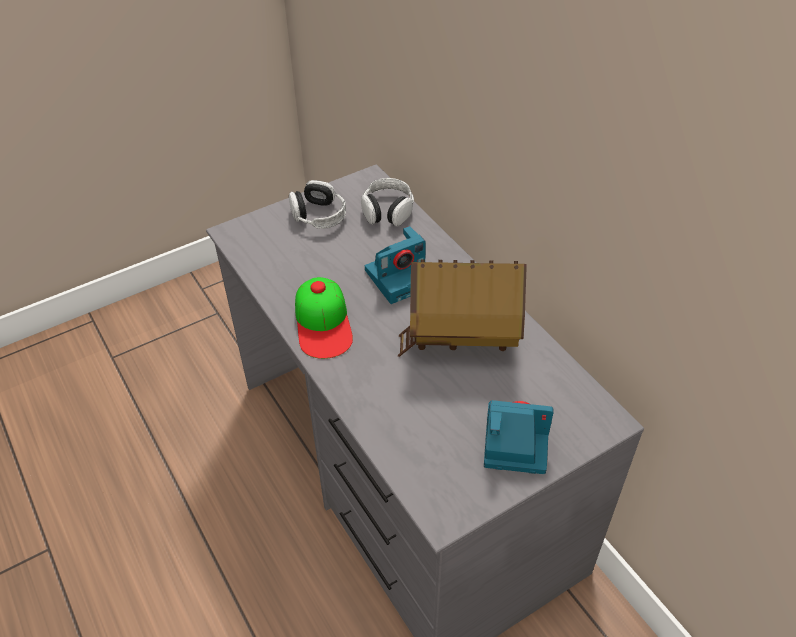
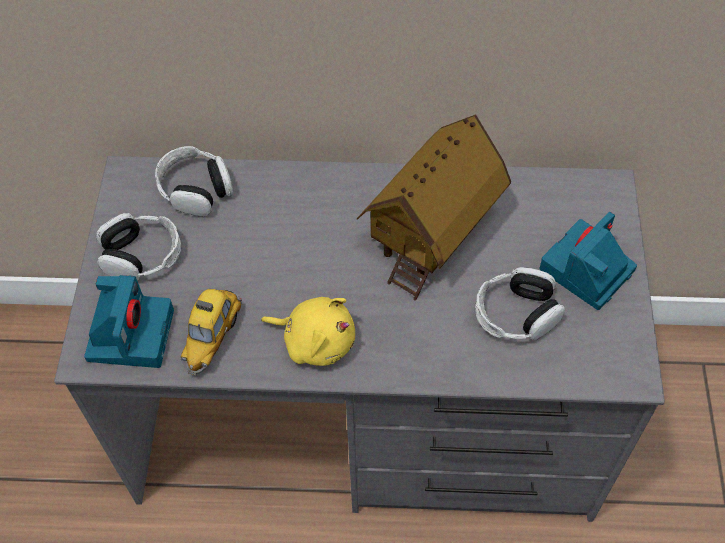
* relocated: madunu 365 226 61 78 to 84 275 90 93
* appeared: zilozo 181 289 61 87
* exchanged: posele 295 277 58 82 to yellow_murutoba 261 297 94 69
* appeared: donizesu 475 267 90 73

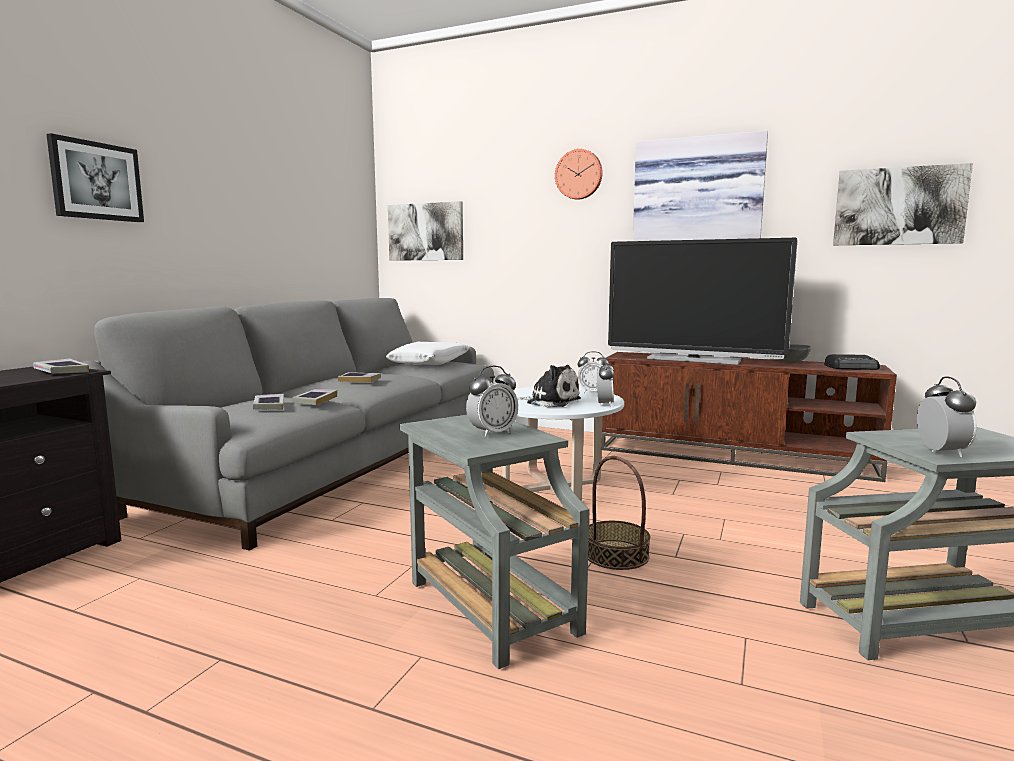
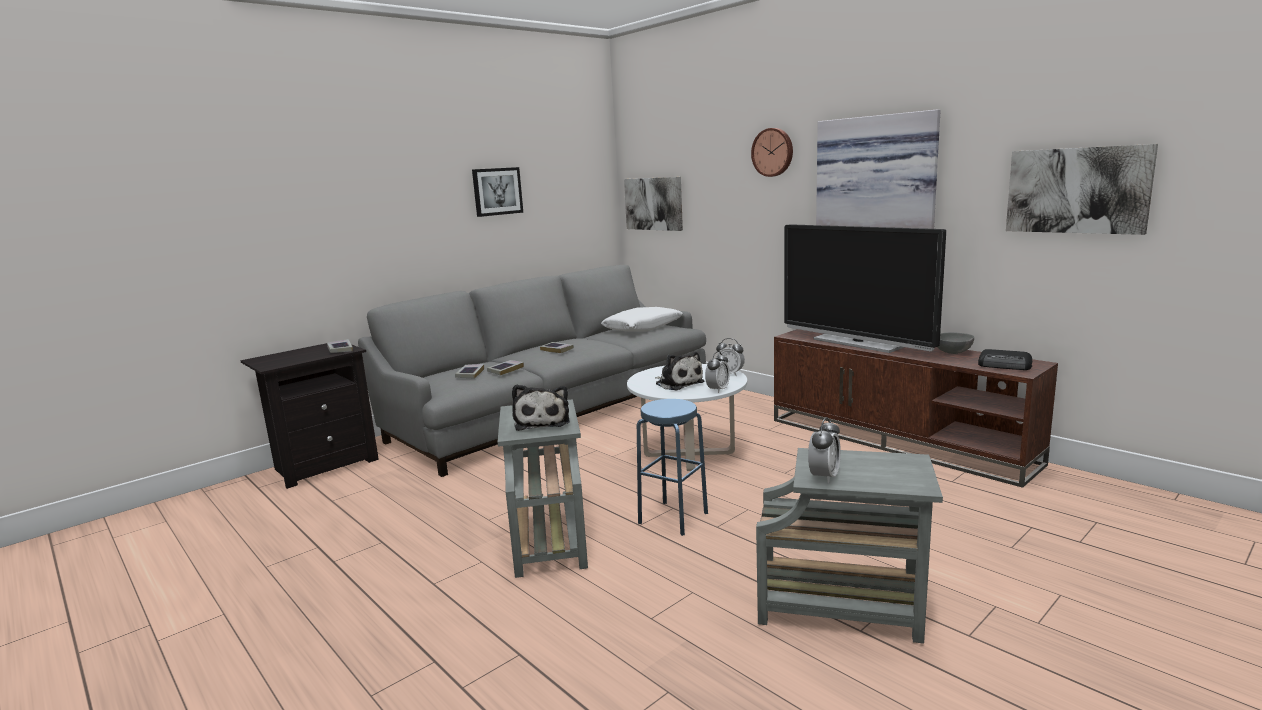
* relocated: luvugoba 46 133 98 89 to 472 167 51 50
* exchanged: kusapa 466 366 52 71 to murutoba 512 384 58 47
* exchanged: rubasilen 588 456 62 114 to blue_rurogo 637 399 71 137

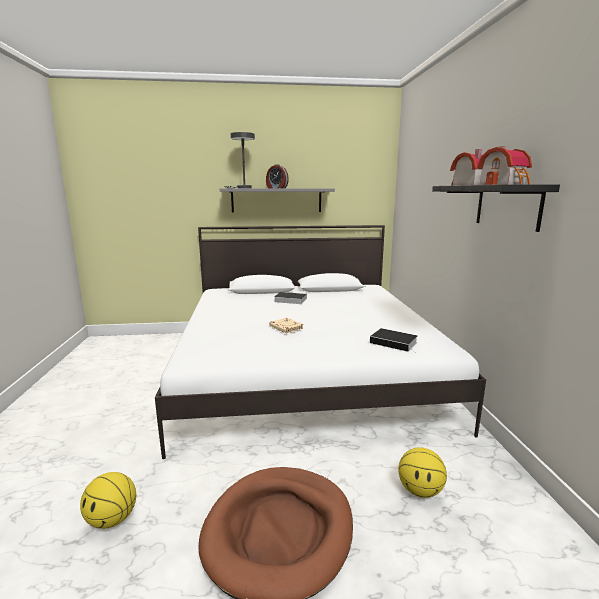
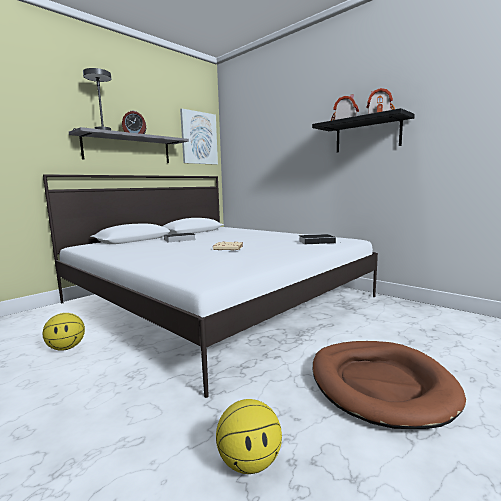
* relocated: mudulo 398 447 49 51 to 42 313 43 38
* appeared: luvugoba 180 109 38 56

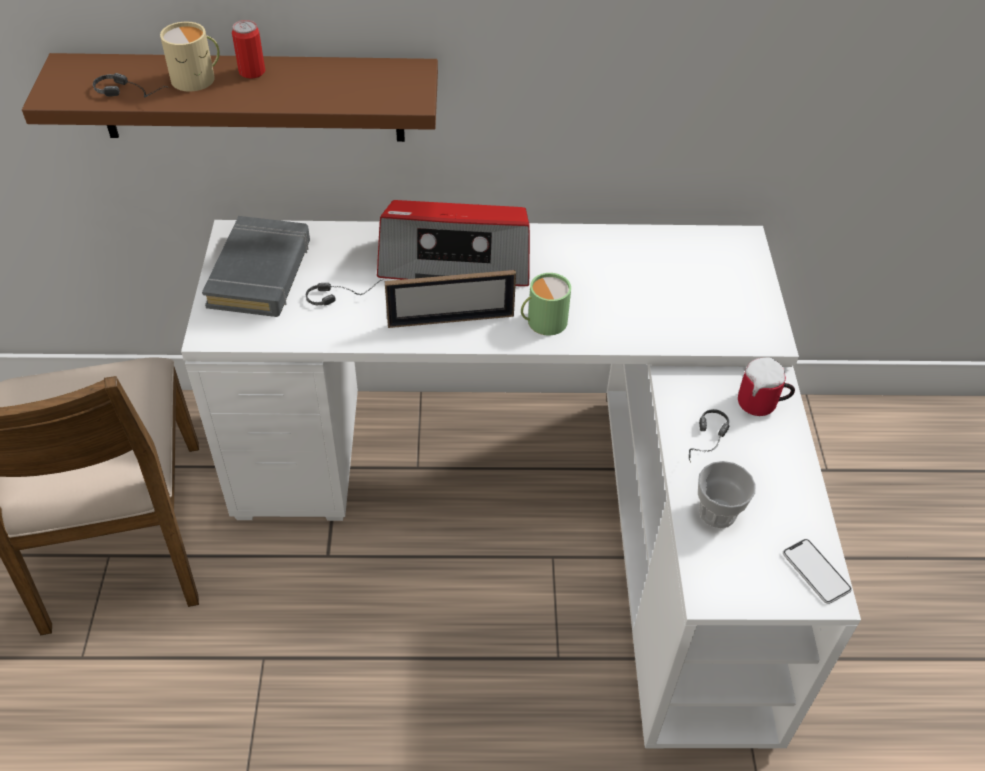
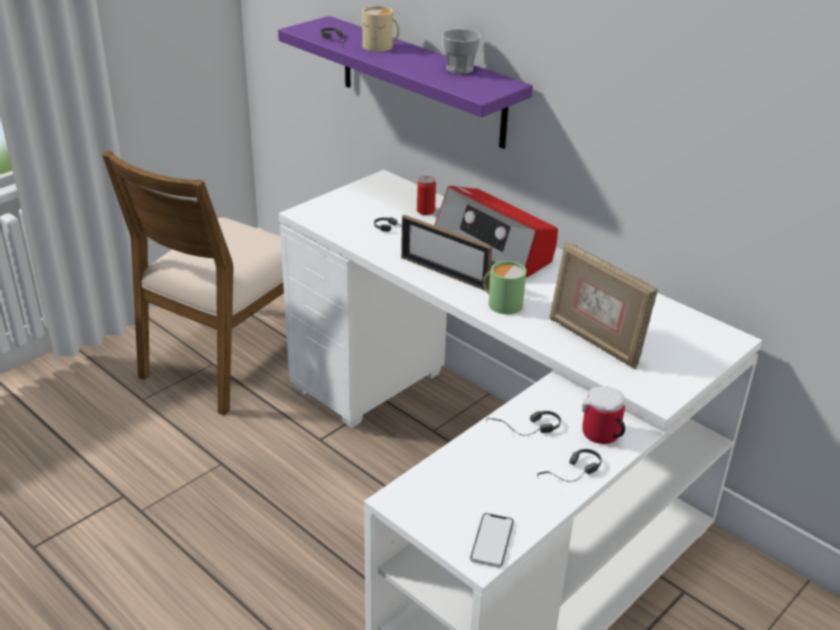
* colour: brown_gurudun 22 53 416 89 to purple_gurudun 278 16 255 133
* relocated: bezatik 232 20 33 59 to 417 176 19 39
* relocated: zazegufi 698 461 58 67 to 442 29 39 45
* appeared: donizesu 537 449 64 33
* appeared: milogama 550 242 108 127
* missing: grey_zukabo 202 216 108 101

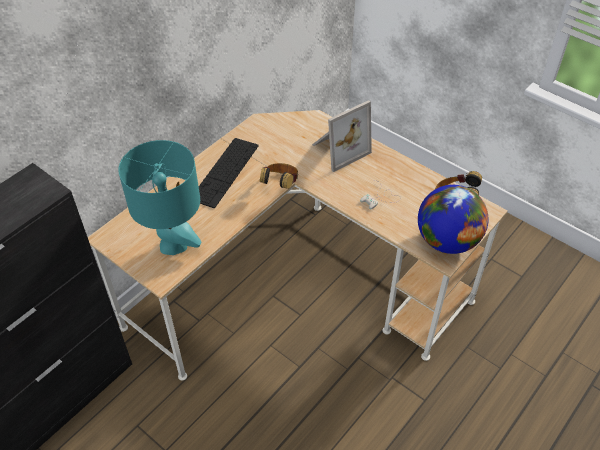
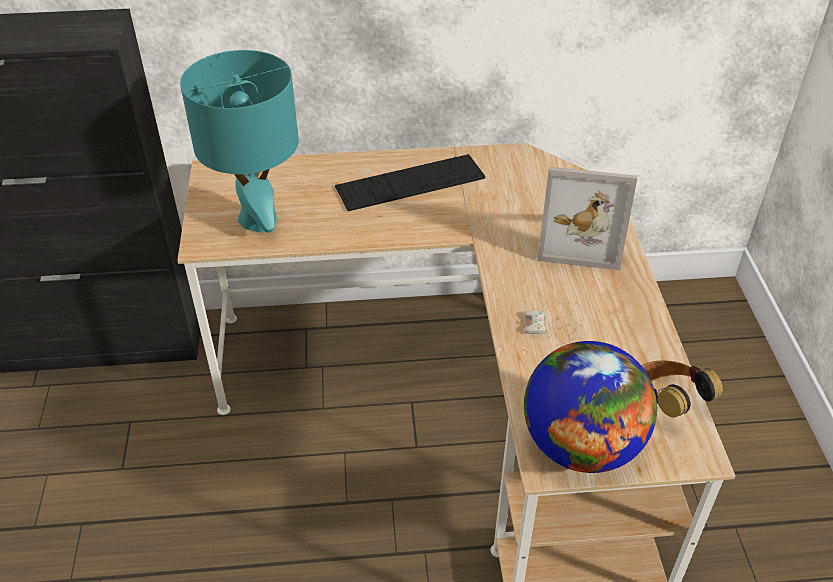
* missing: donizesu 260 163 38 26

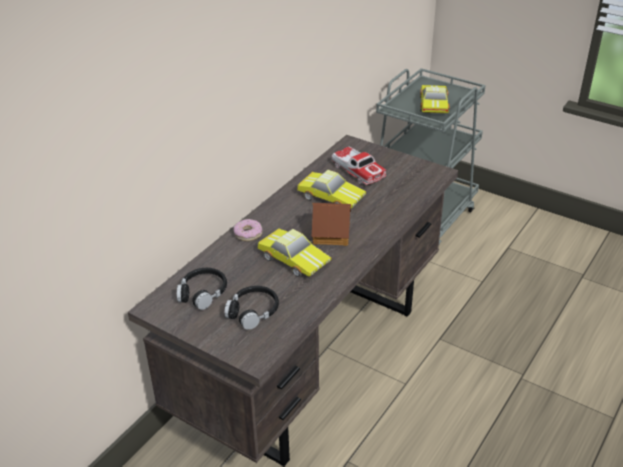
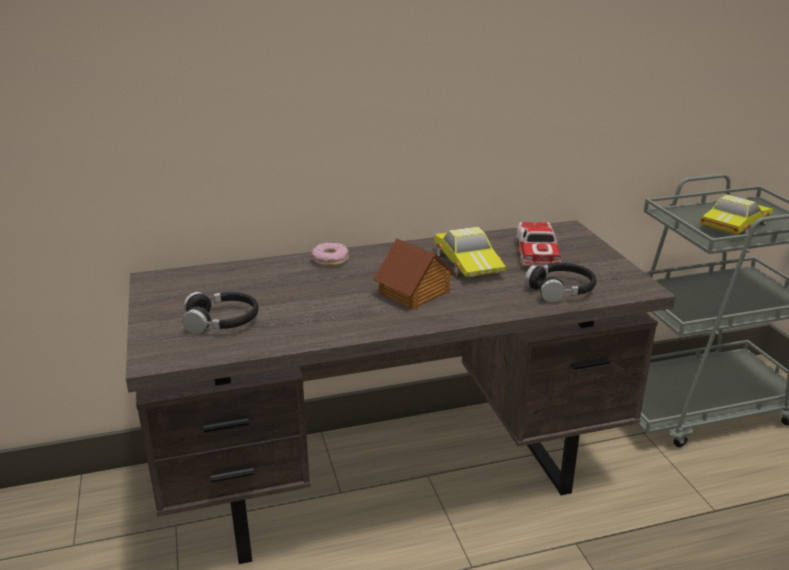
* relocated: black_donizesu 177 268 50 42 to 525 263 71 39
* missing: zilozo 258 229 74 48

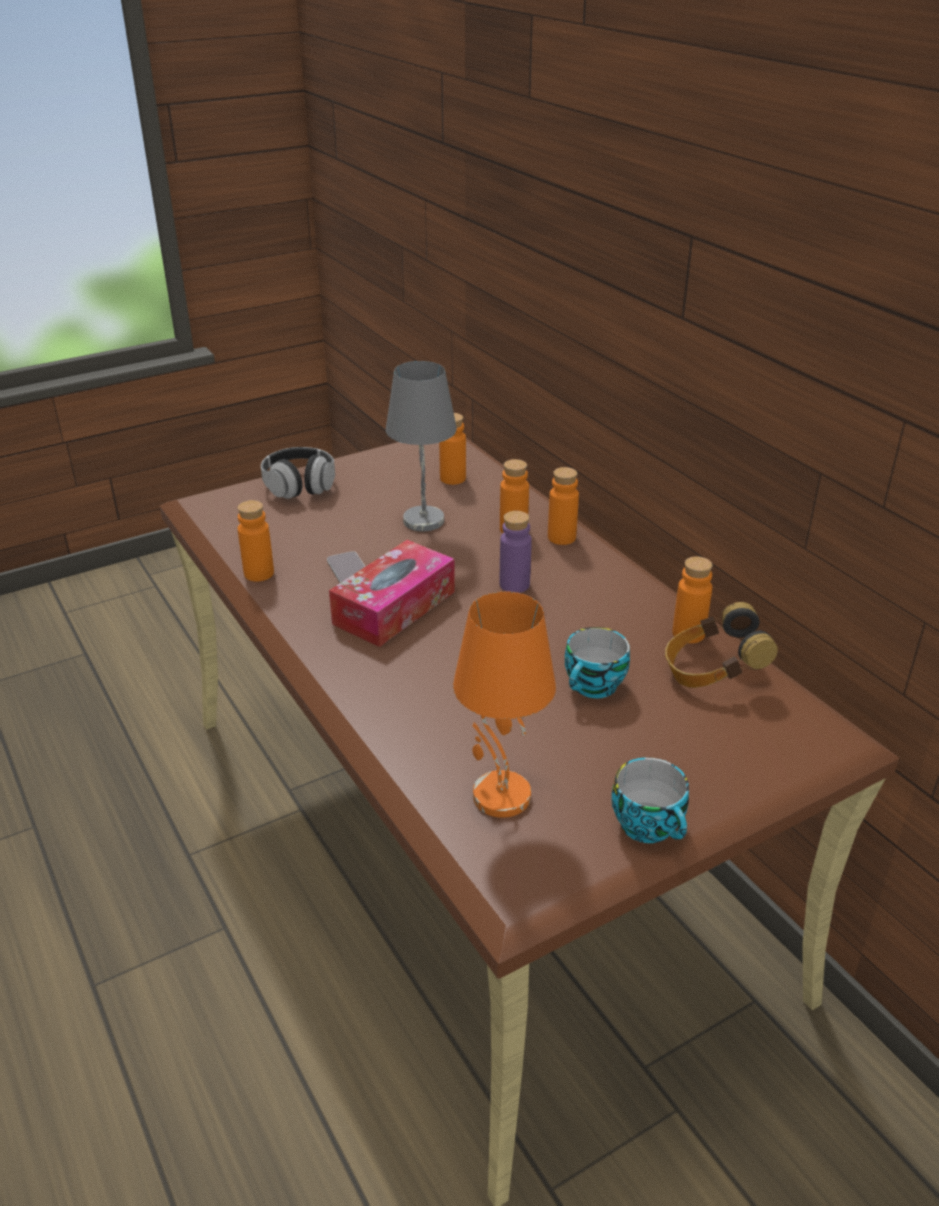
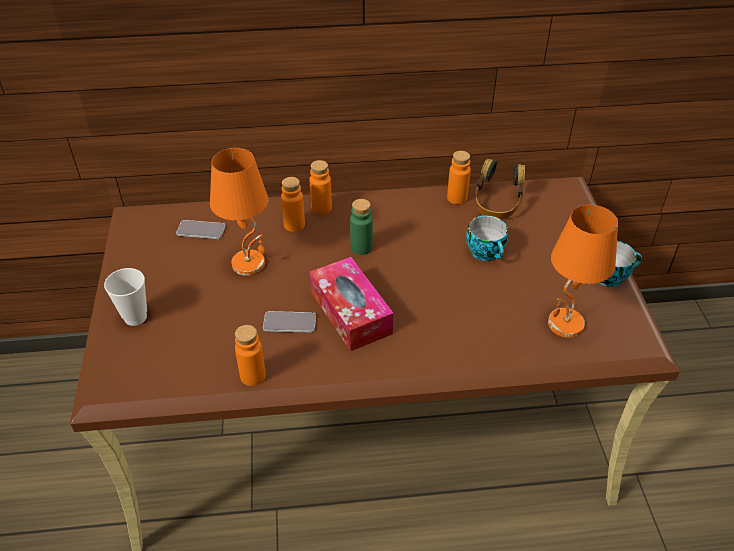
* exchanged: donizesu 261 447 74 52 to zazegufi 104 268 43 58
* exchanged: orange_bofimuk 439 413 27 72 to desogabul 176 220 49 19
* colour: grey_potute 386 361 71 170 to orange_potute 210 148 58 128
* colour: purple_bofimuk 499 511 33 82 to green_bofimuk 350 199 23 56

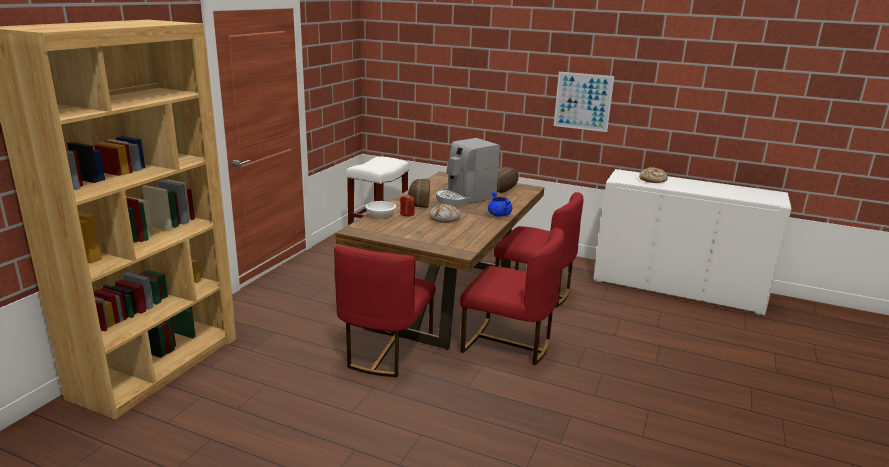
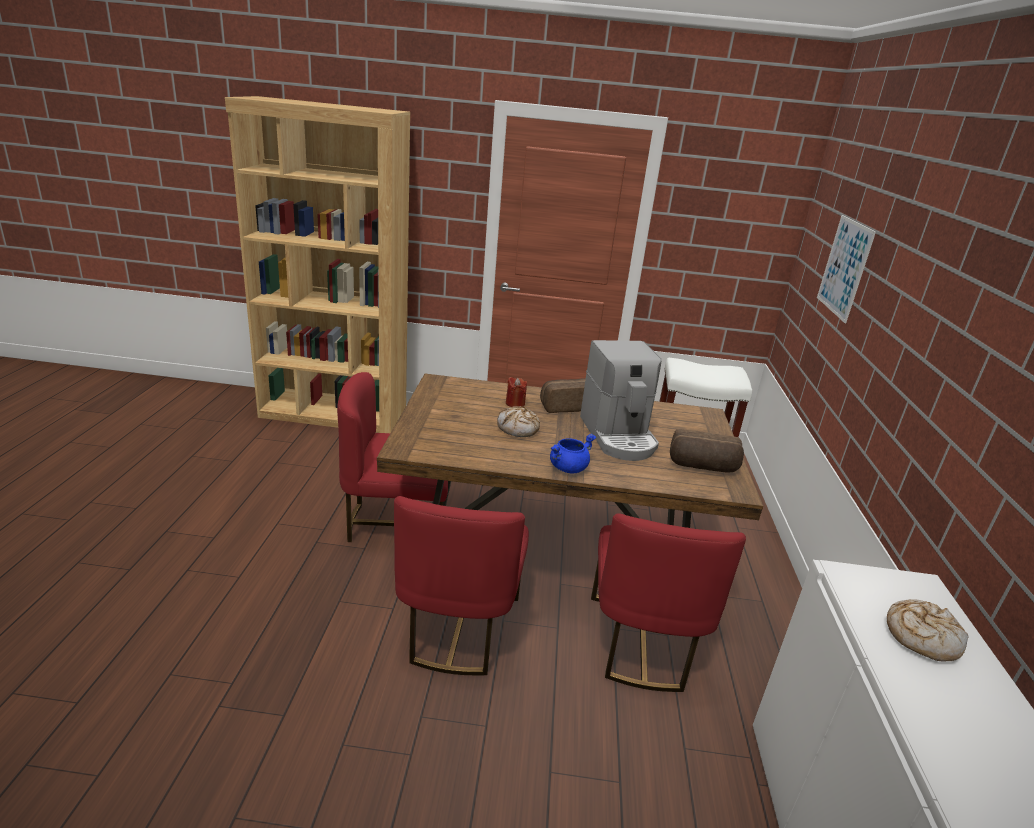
* spun: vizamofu 436 138 64 68 = 580 340 82 121 135 degrees counterclockwise
* relocated: luvugoba 554 72 60 60 to 817 215 59 108
* missing: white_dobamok 365 201 31 17

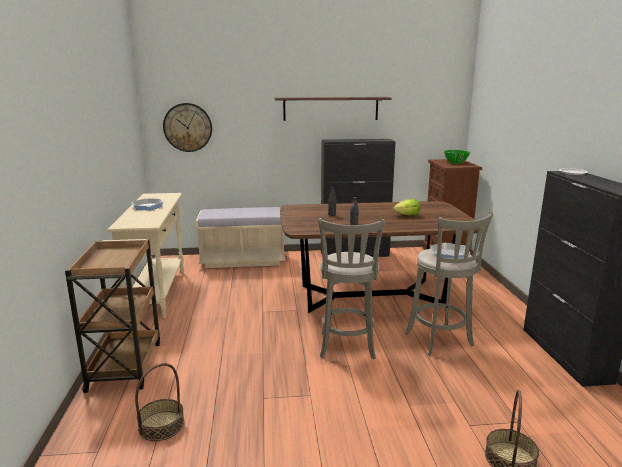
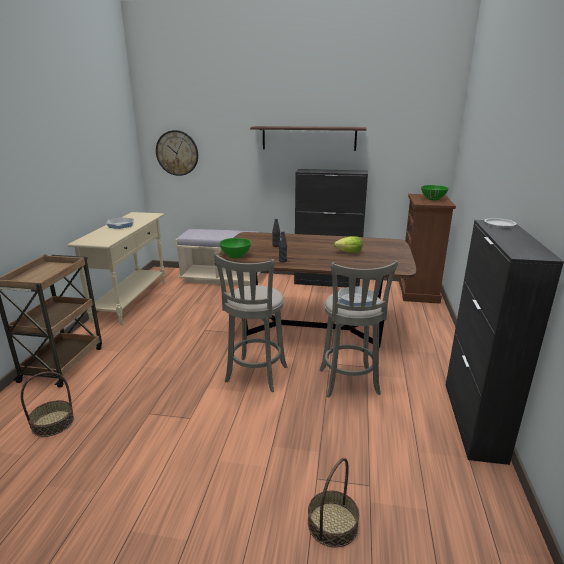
* appeared: green_dobamok 219 238 32 20

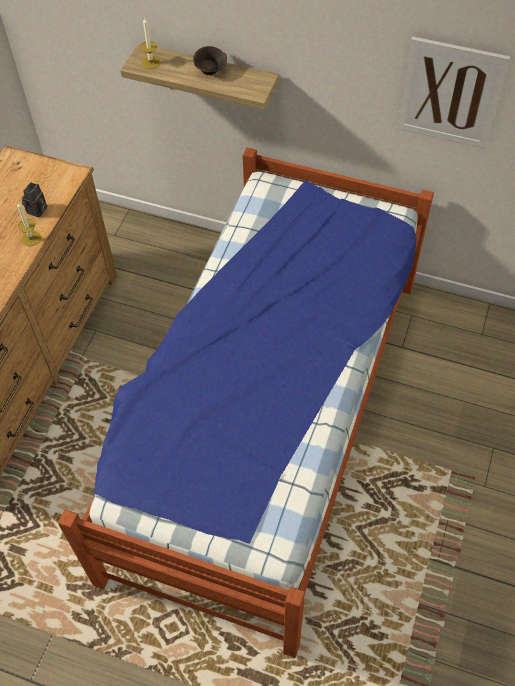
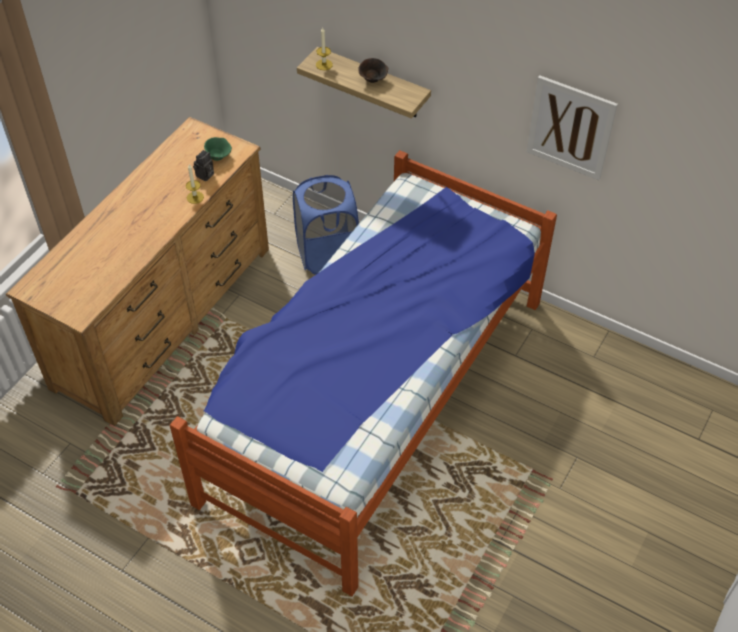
* appeared: green_dobamok 204 137 28 24
* appeared: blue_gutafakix 293 175 66 100

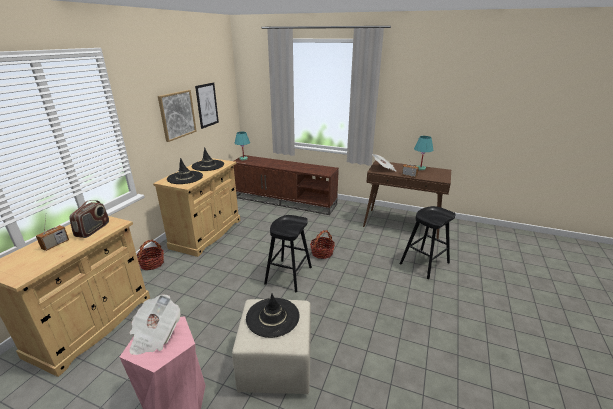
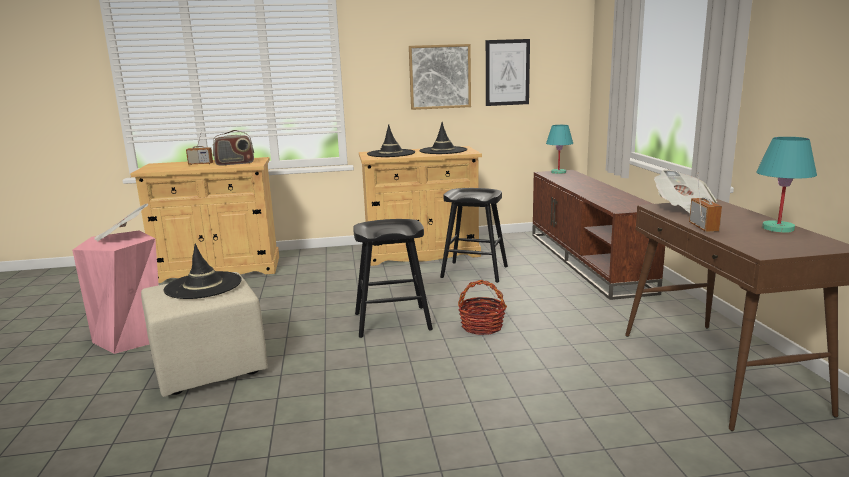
* relocated: black_rurogo 400 206 56 73 to 440 188 68 95
* missing: rubasilen 137 239 27 31

